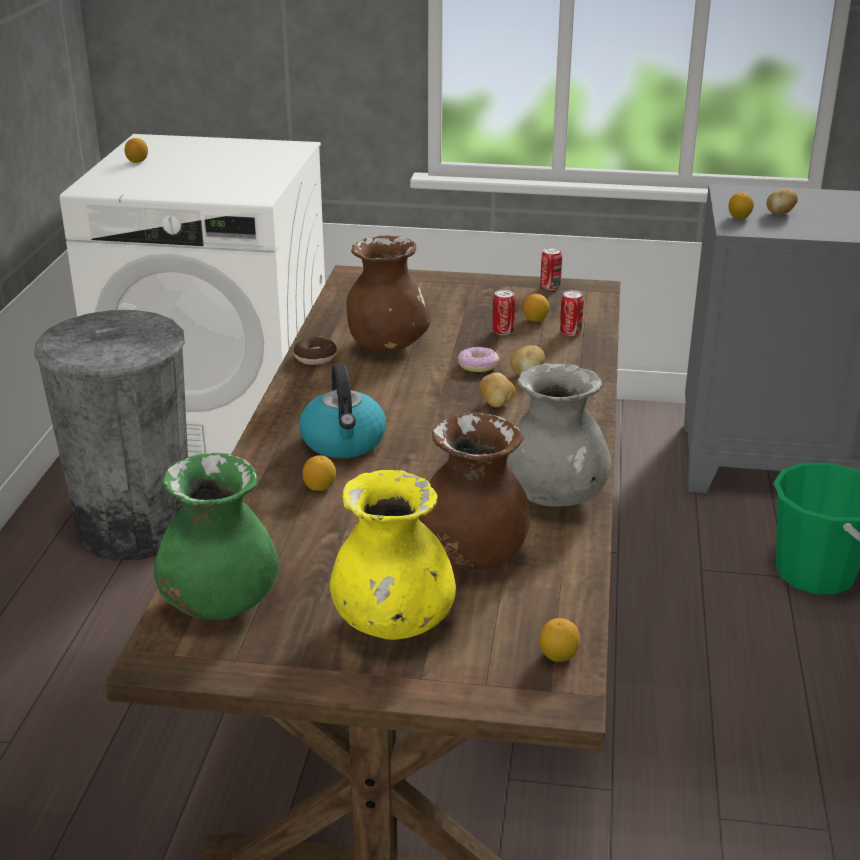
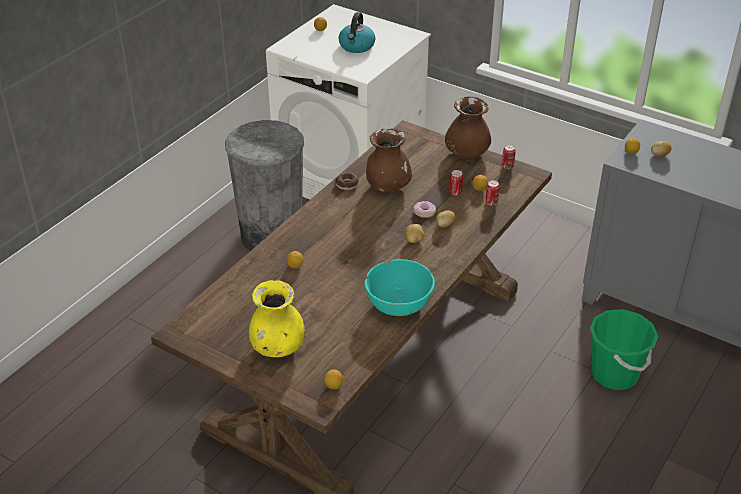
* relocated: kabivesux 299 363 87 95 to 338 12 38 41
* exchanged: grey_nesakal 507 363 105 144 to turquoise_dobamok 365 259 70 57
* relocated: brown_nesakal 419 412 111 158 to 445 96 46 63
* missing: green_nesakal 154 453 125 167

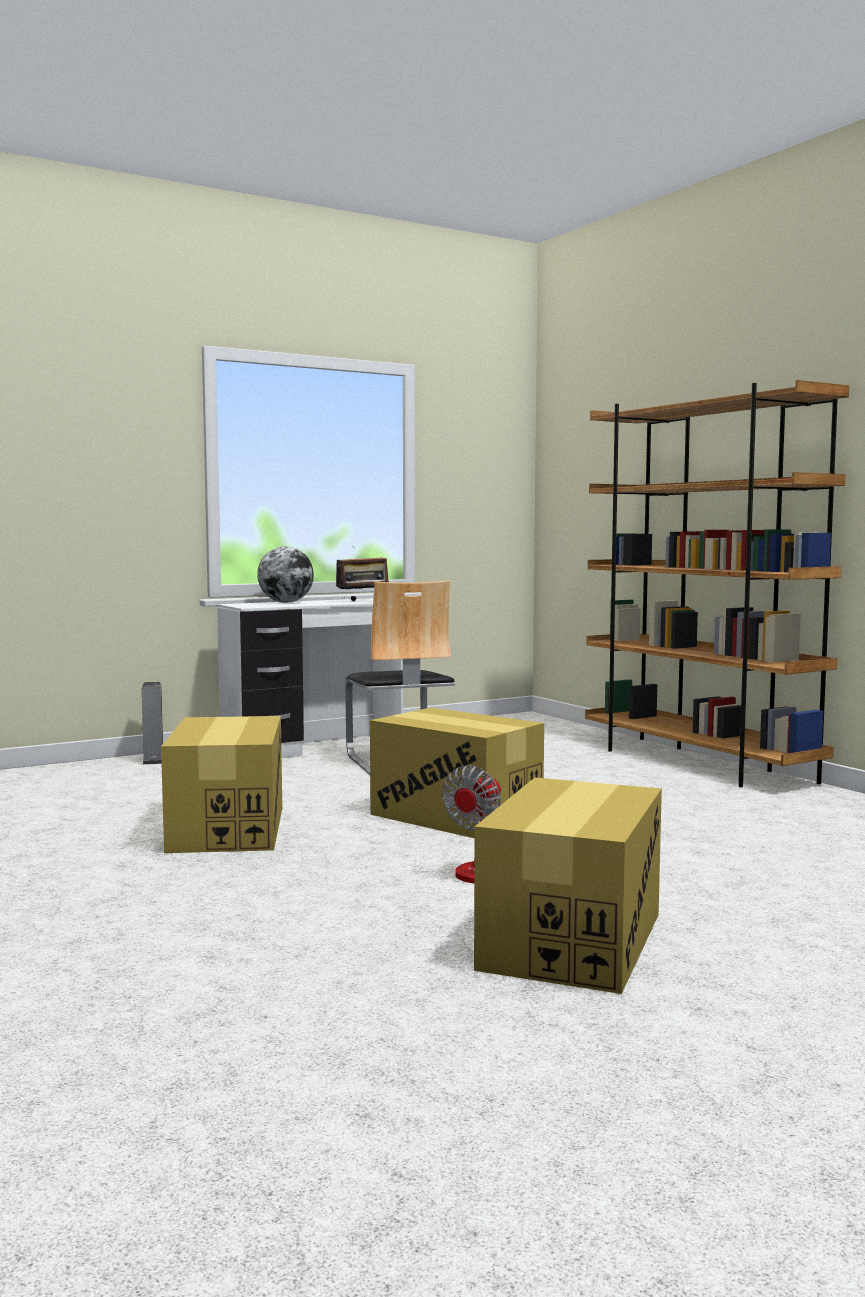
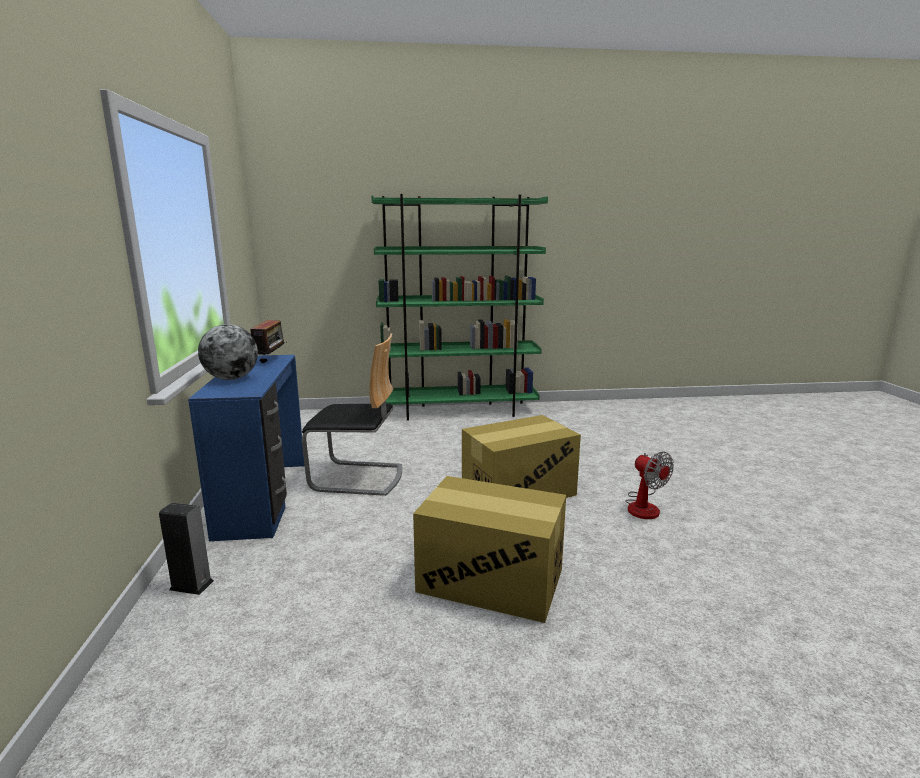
* colour: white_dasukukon 217 598 186 160 to blue_dasukukon 188 355 117 187
* colour: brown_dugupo 585 380 264 407 to green_dugupo 371 194 177 227
* missing: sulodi 474 778 188 216

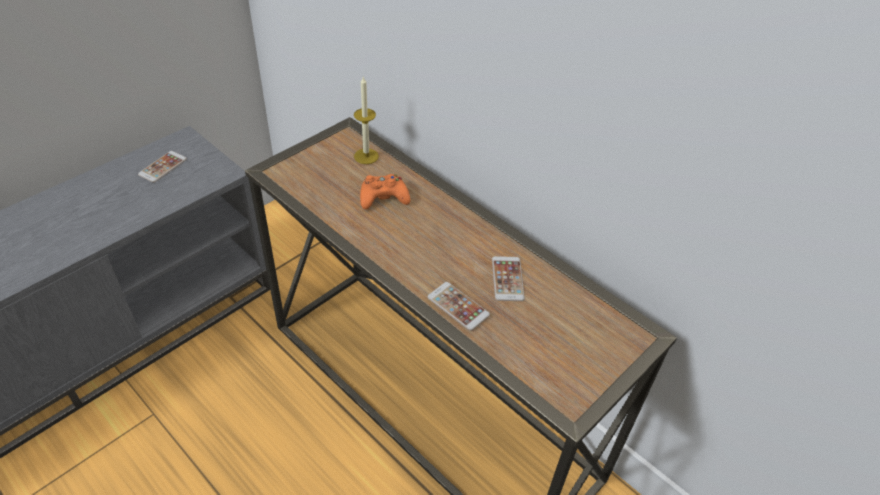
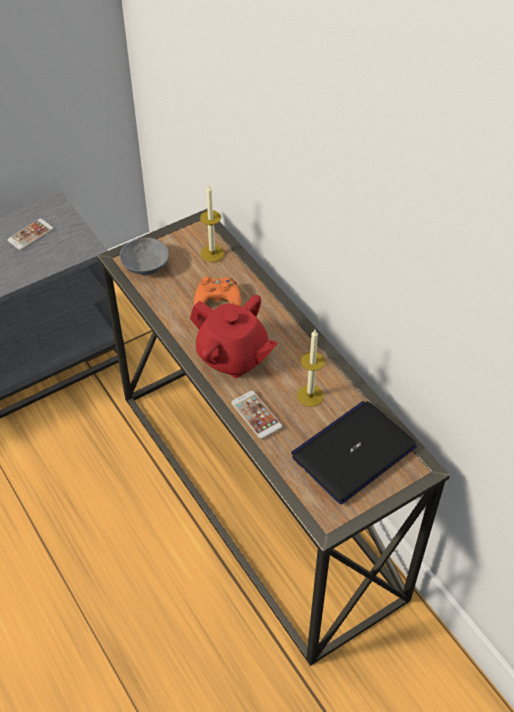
* appeared: grey_dobamok 120 238 49 37
* appeared: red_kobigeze 190 295 88 83
* appeared: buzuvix 291 401 126 103
* exchanged: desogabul 492 256 33 45 to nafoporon 297 330 28 77

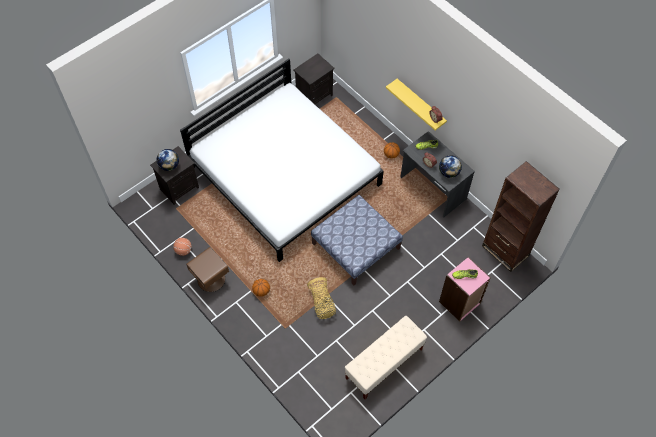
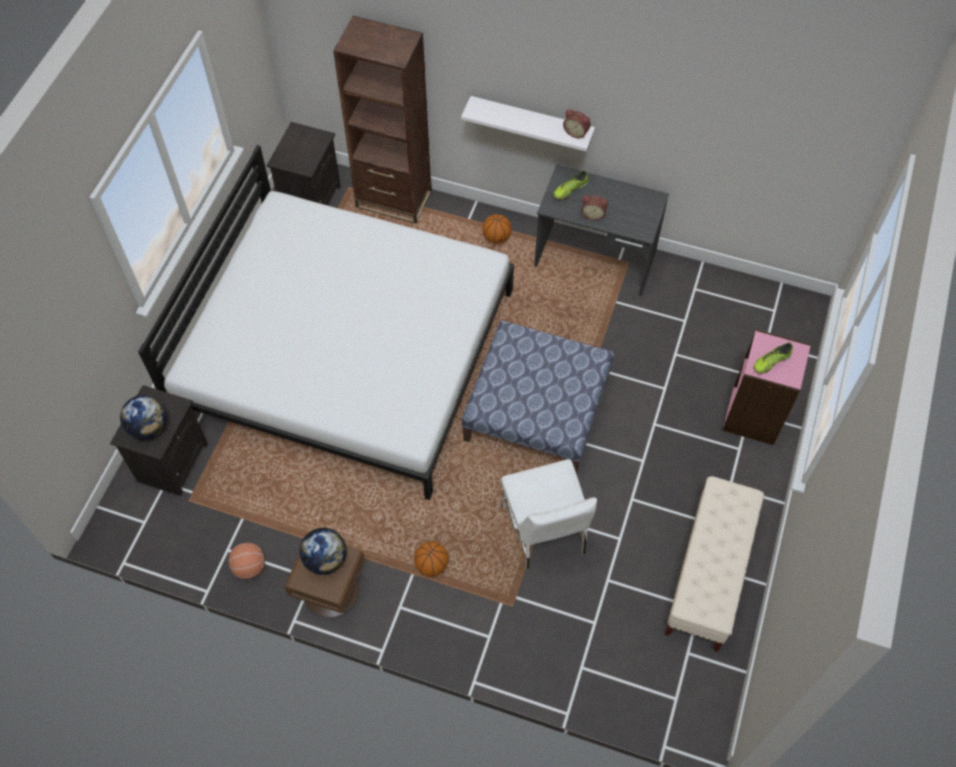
* relocated: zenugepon 439 155 23 23 to 299 528 48 47
* relocated: brown_dugupo 482 161 78 111 to 333 16 99 208
* colour: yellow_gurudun 386 79 61 51 to white_gurudun 461 96 134 56
* exchanged: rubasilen 307 277 29 42 to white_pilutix 501 459 96 111

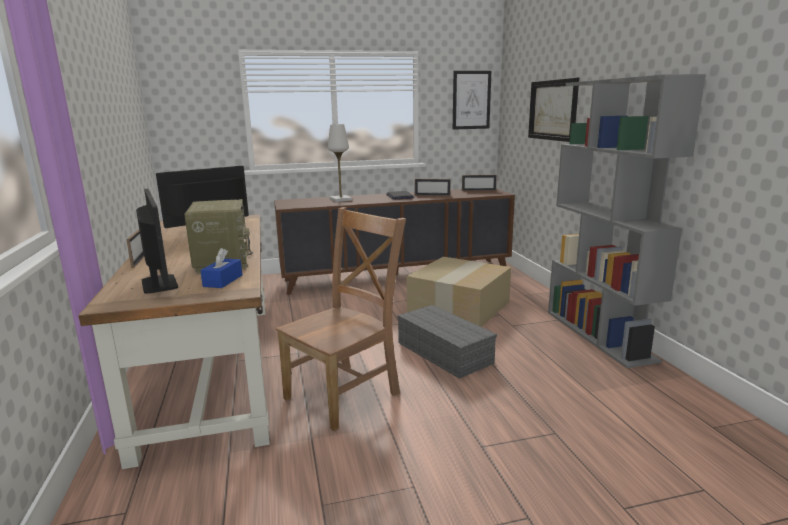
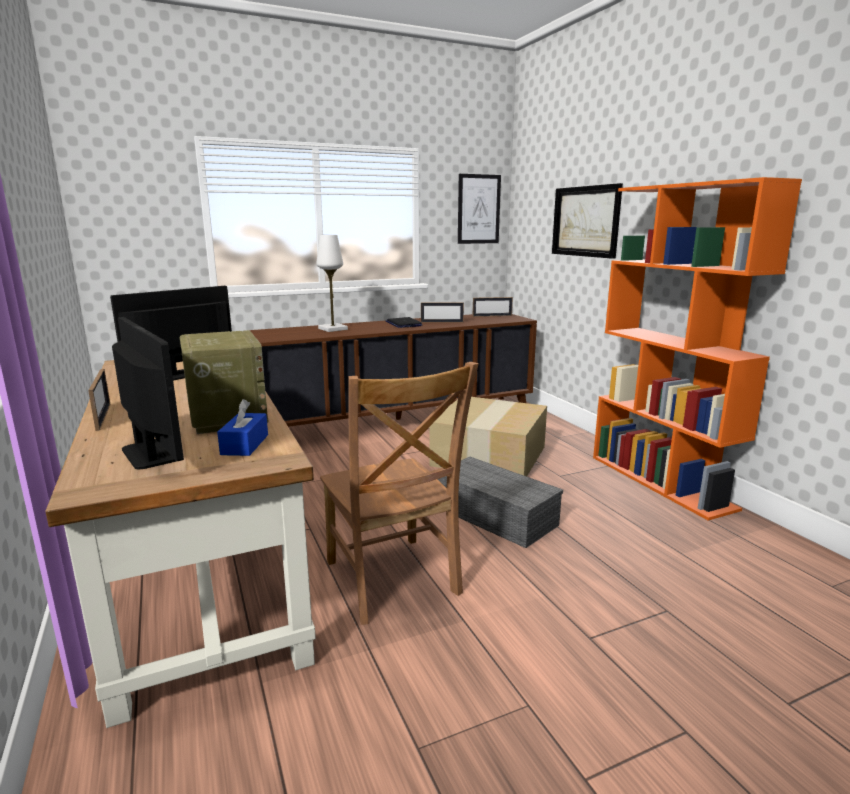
* spun: brown_pilutix 276 207 130 224 = 320 362 159 263 120 degrees clockwise
* colour: grey_dugupo 548 74 158 294 to orange_dugupo 593 177 209 343

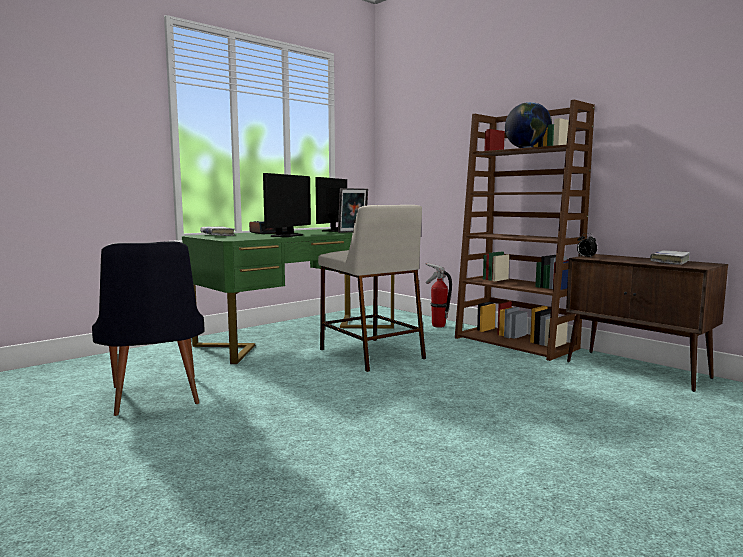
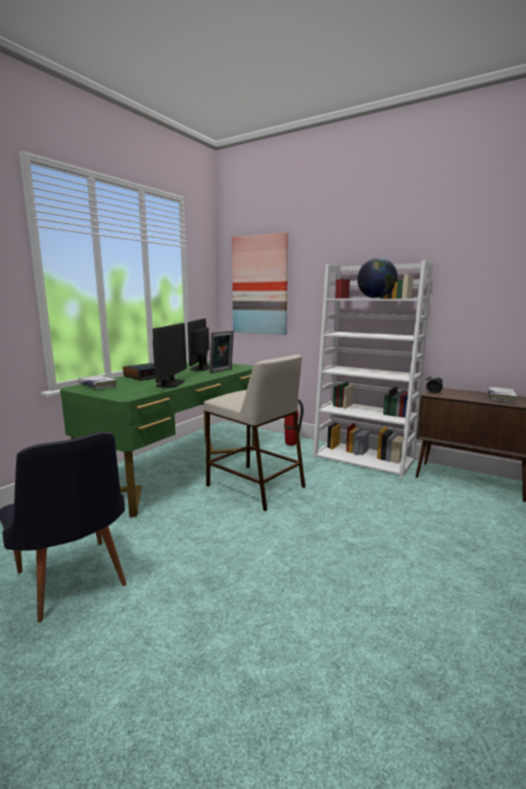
* appeared: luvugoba 232 232 56 103
* colour: brown_dugupo 455 99 140 262 to white_dugupo 313 260 120 218

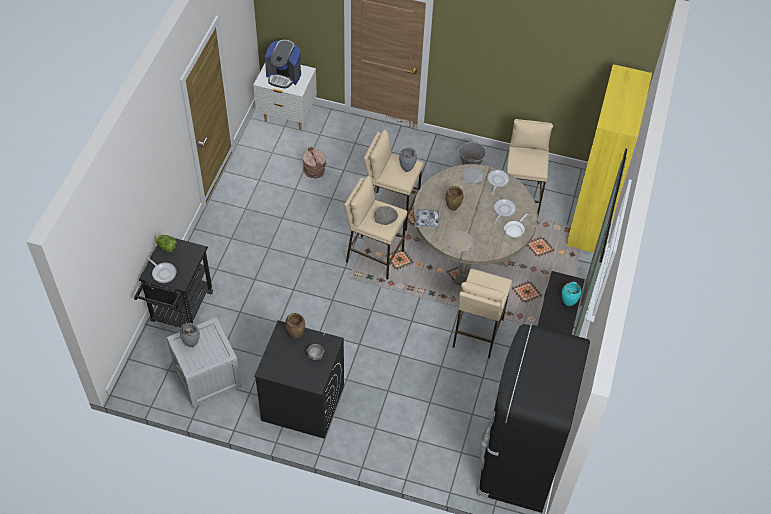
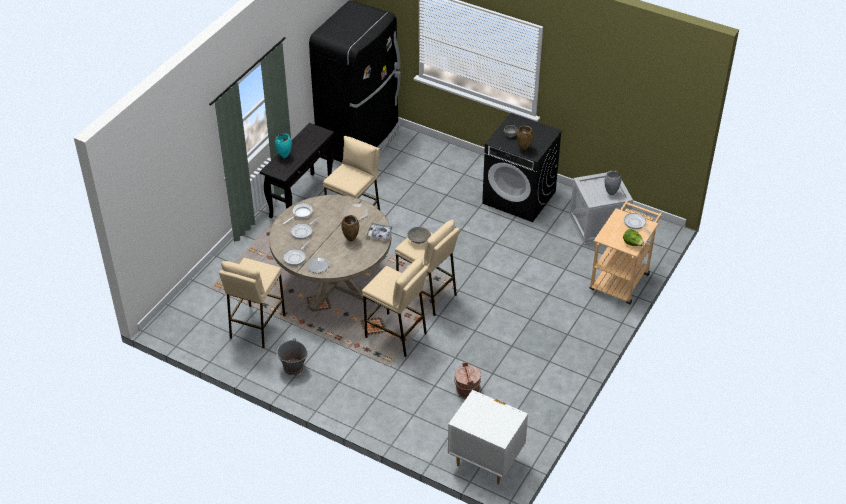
* colour: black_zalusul 134 238 79 90 to beige_zalusul 590 201 72 103
* missing: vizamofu 265 40 36 49
* missing: grey_nesakal 399 148 18 24
* missing: yellow_dugupo 566 64 86 189

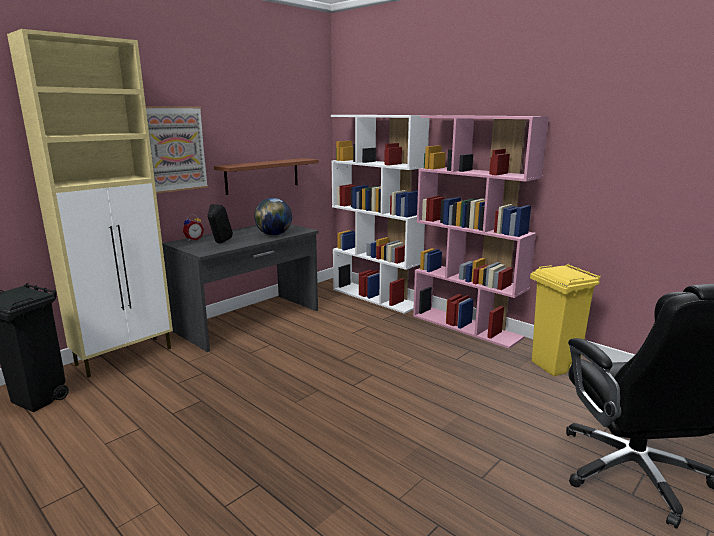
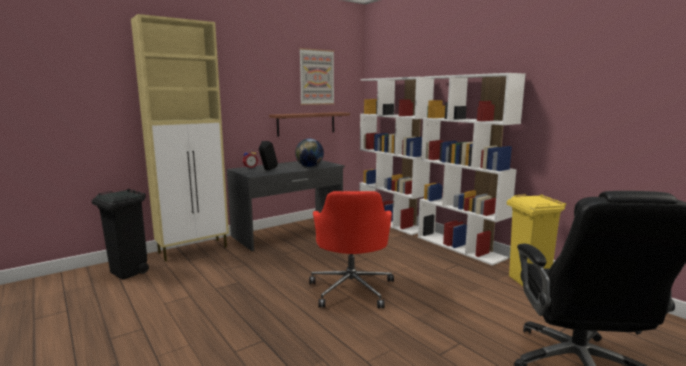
* relocated: luvugoba 146 106 62 88 to 299 48 36 57
* appeared: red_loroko 309 191 85 117
* colour: pink_dugupo 413 115 136 234 to white_dugupo 418 73 108 193

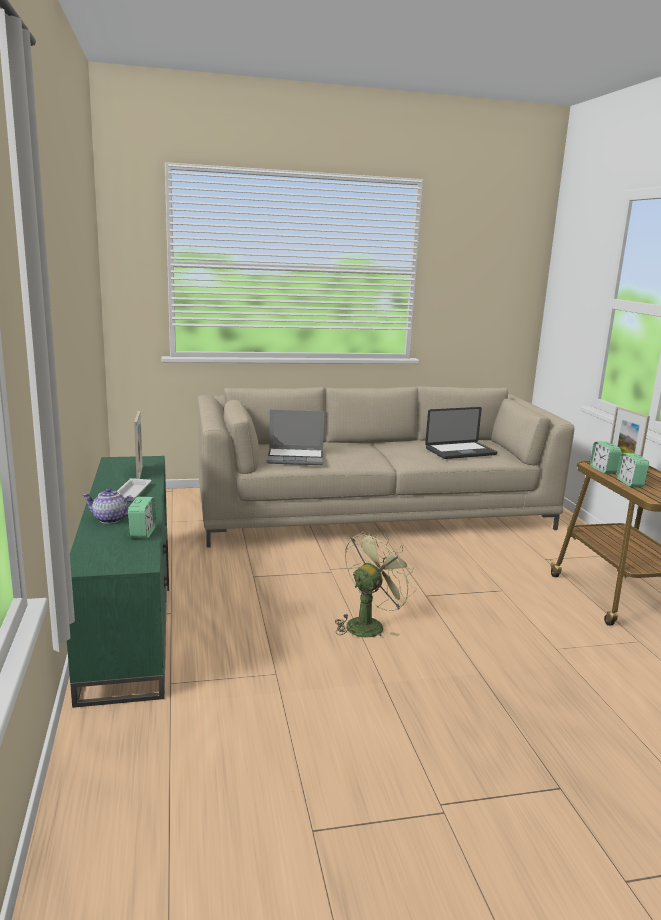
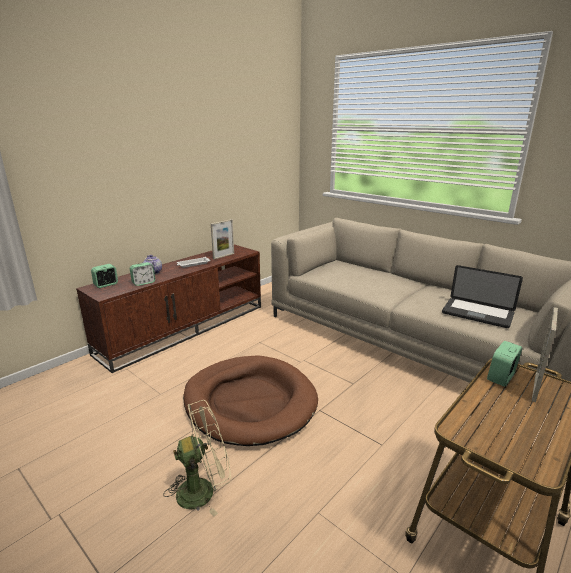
* colour: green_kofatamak 67 456 102 252 to brown_kofatamak 76 244 185 129
* relocated: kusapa 616 453 33 34 to 91 264 27 24
* appeared: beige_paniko 163 400 68 116
* exchanged: green_paniko 335 531 81 106 to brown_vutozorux 183 355 135 91
* missing: buzuvix 267 409 58 56

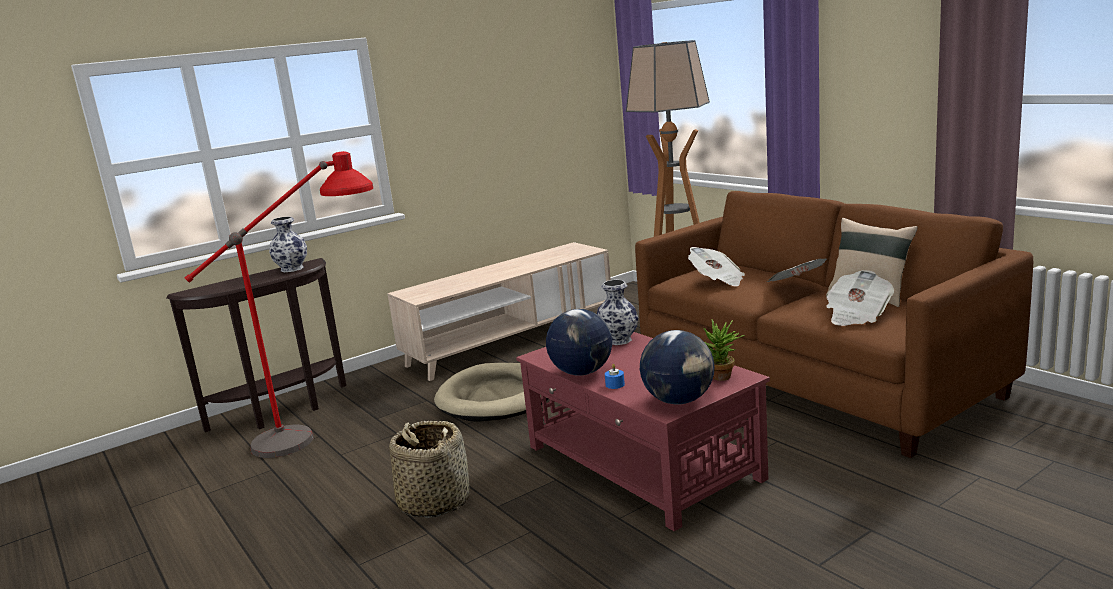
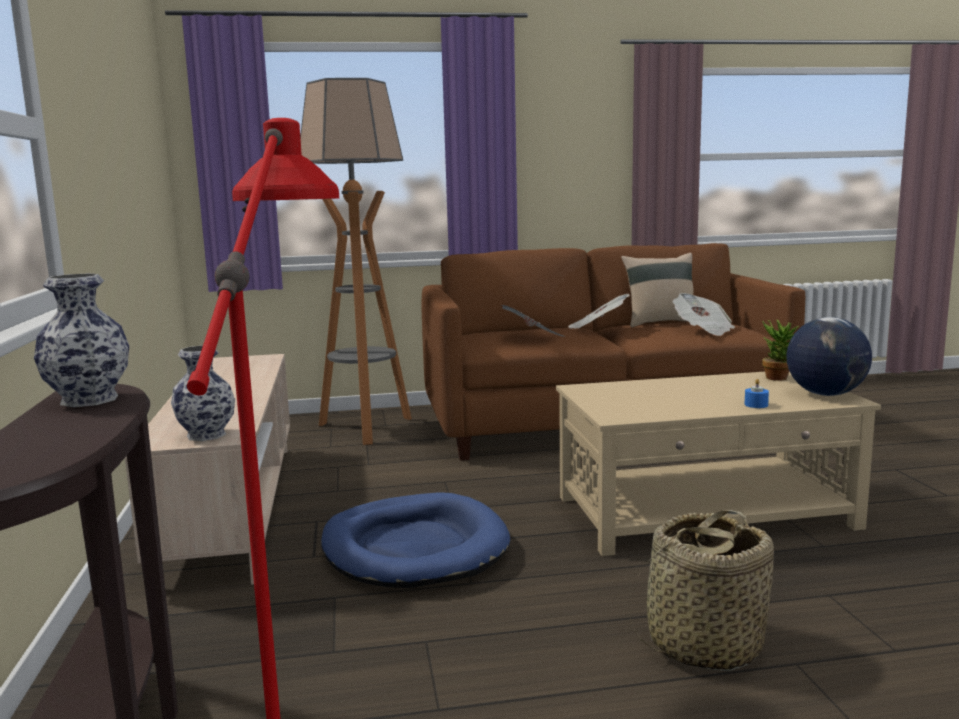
* relocated: nesakal 597 280 41 65 to 171 346 64 95
* colour: beige_vutozorux 434 363 115 59 to blue_vutozorux 321 492 189 96
* colour: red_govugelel 516 332 254 199 to beige_govugelel 556 371 325 185
* missing: zenugepon 546 309 66 67

